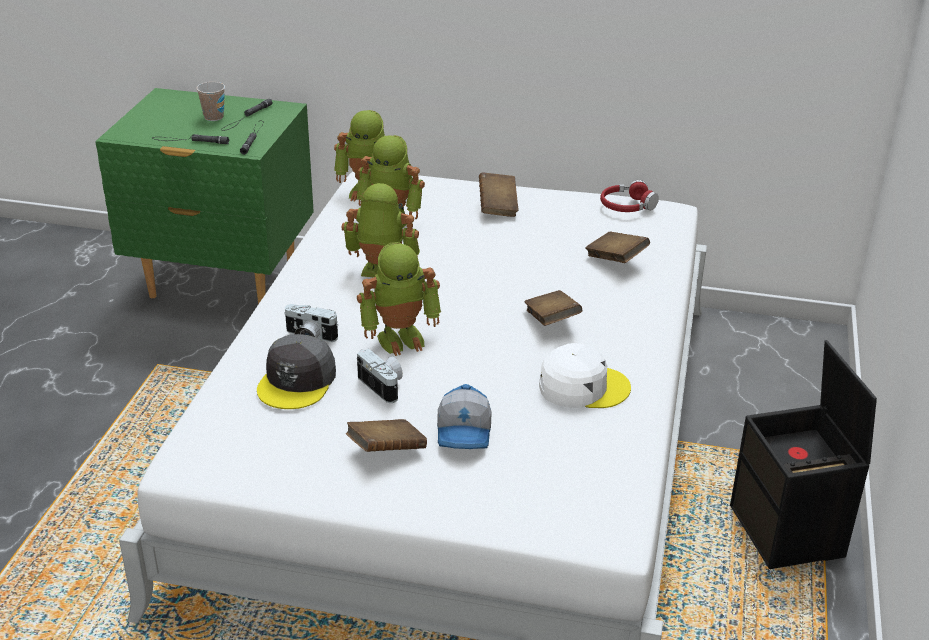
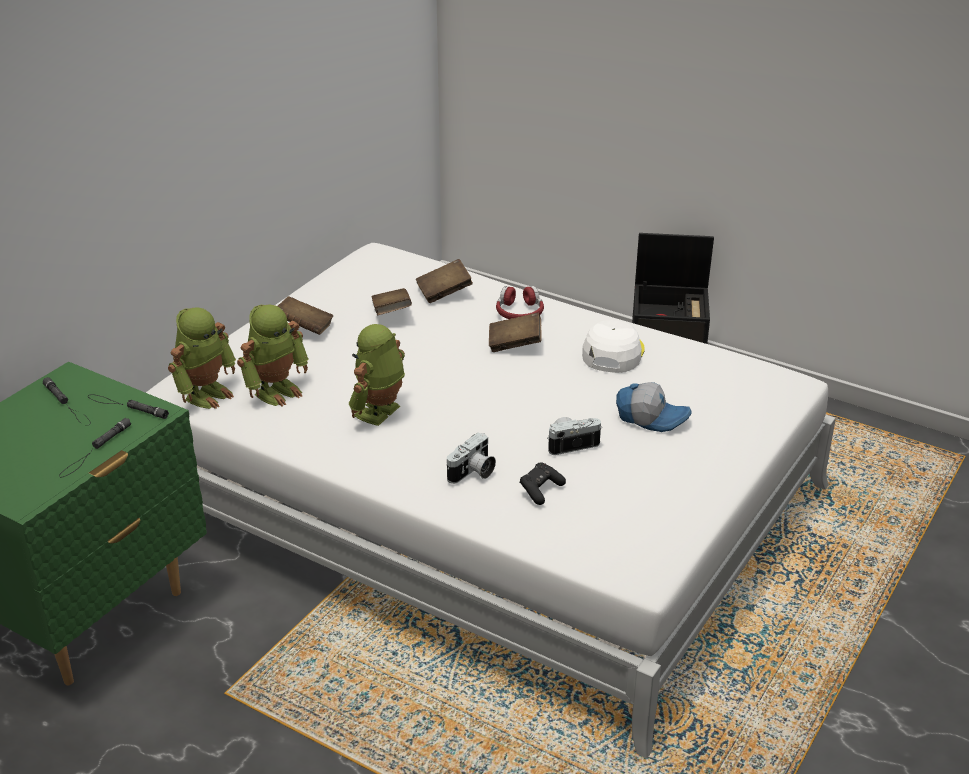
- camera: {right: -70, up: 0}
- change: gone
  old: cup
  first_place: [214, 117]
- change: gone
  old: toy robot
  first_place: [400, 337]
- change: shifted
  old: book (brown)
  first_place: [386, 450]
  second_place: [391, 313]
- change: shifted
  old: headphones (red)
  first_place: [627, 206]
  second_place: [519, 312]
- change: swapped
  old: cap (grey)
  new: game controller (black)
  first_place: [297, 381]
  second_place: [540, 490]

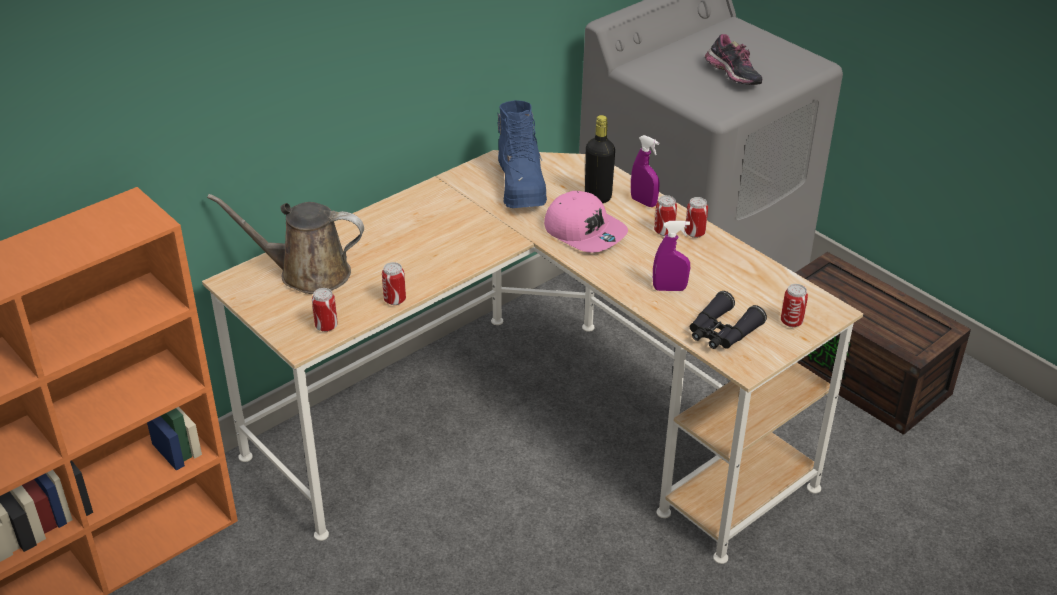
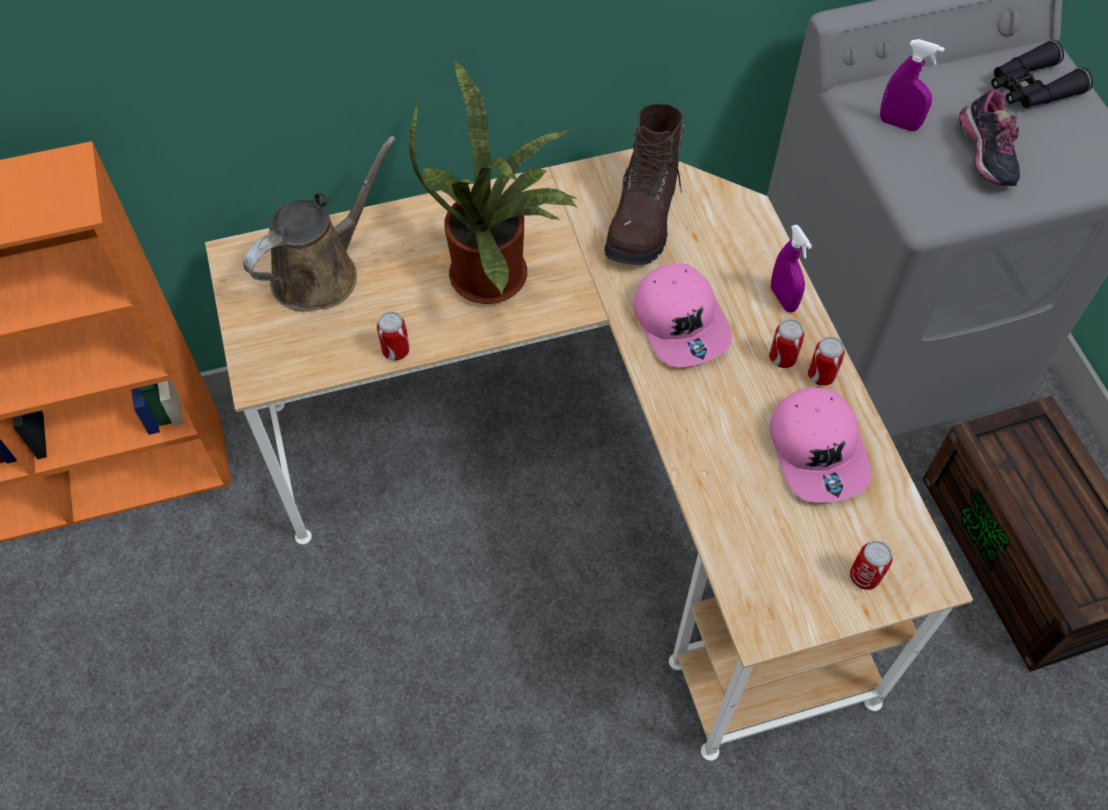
- camera: {right: 25, up: 20}
- change: gone
  old: can
  first_place: [326, 326]
- change: gone
  old: bottle (black)
  first_place: [598, 197]
- change: new
  new: potted plant
  second_place: [497, 275]
- change: new
  new: cap (pink)
  second_place: [818, 451]
- change: shifted
  old: spray bottle (purple)
  first_place: [669, 289]
  second_place: [898, 124]
- change: shifted
  old: binoculars (black)
  first_place: [722, 332]
  second_place: [1031, 88]
- change: repainted
  old: boot (blue)
  new: boot (brown)
  first_place: [521, 186]
  second_place: [644, 218]
- change: rotated
  old: watering can (brown)
  first_place: [307, 273]
  second_place: [322, 272]
  degrees: 105

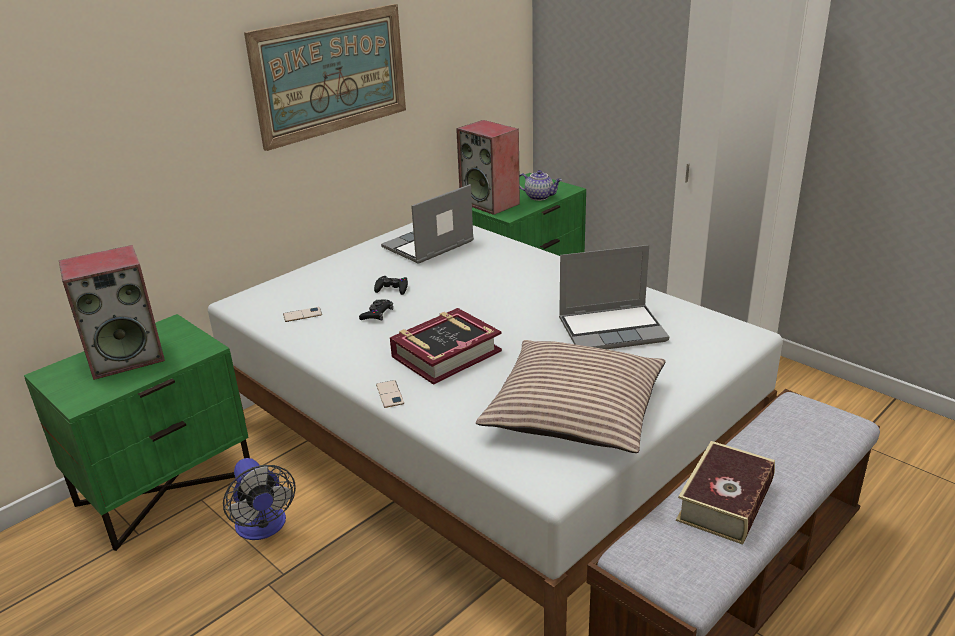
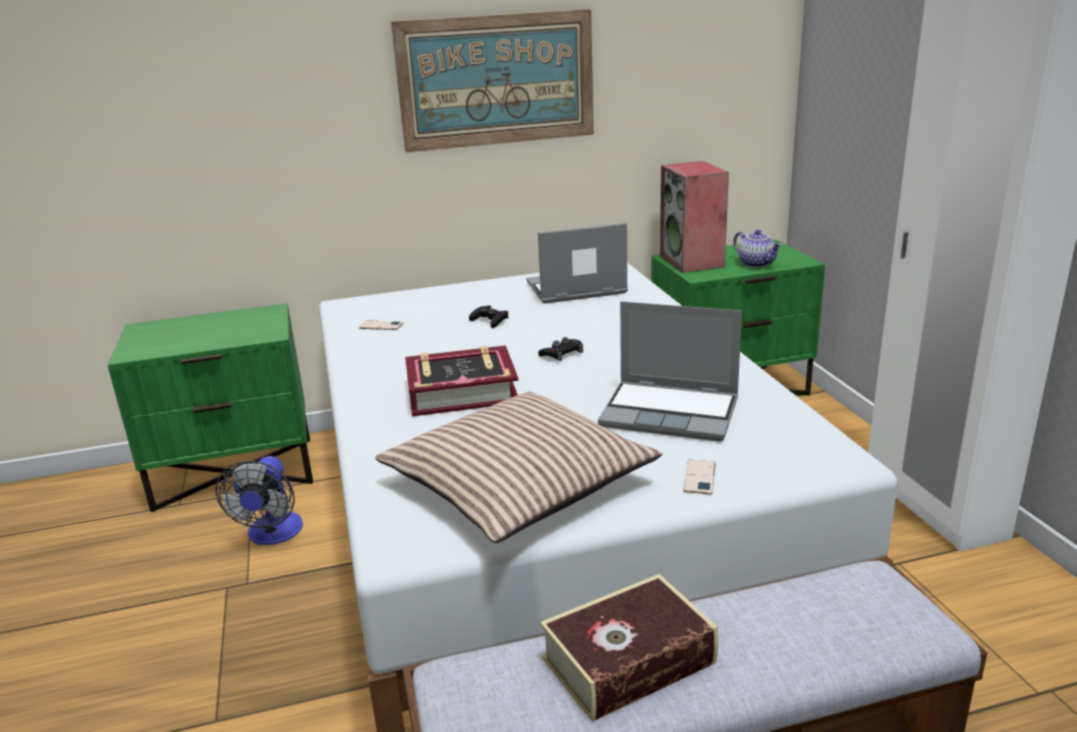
- camera: {right: 30, up: -5}
- change: gone
  old: speaker
  first_place: [127, 357]
- change: shifted
  old: game controller (black)
  first_place: [377, 314]
  second_place: [562, 354]
- change: shifted
  old: phone
  first_place: [390, 394]
  second_place: [699, 477]

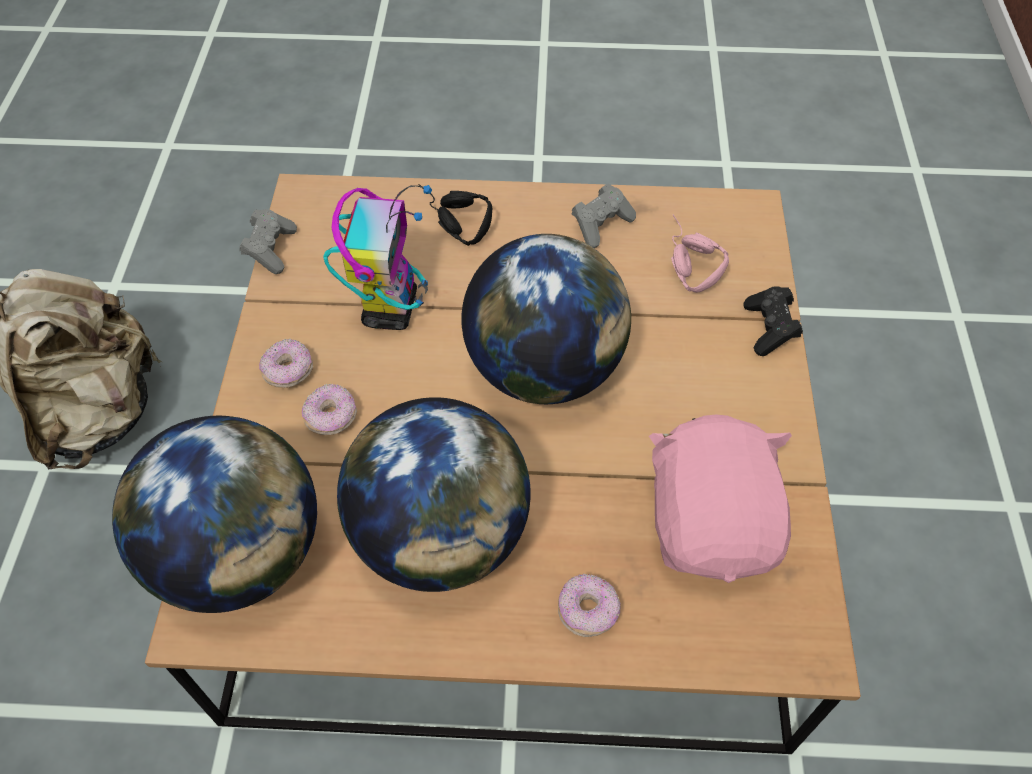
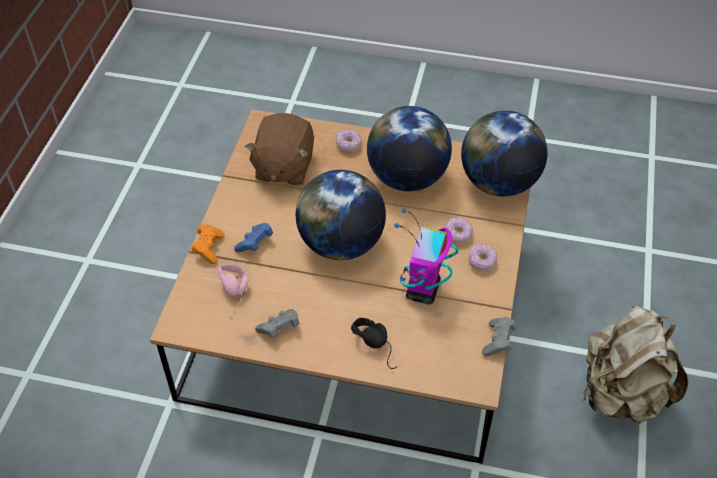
- camera: {right: -170, up: -5}
- change: new
  new: game controller (blue)
  second_place: [255, 244]
- change: repainted
  old: plush toy (pink)
  new: plush toy (brown)
  first_place: [711, 524]
  second_place: [283, 167]
- change: repainted
  old: game controller (black)
  new: game controller (orange)
  first_place: [769, 329]
  second_place: [208, 248]

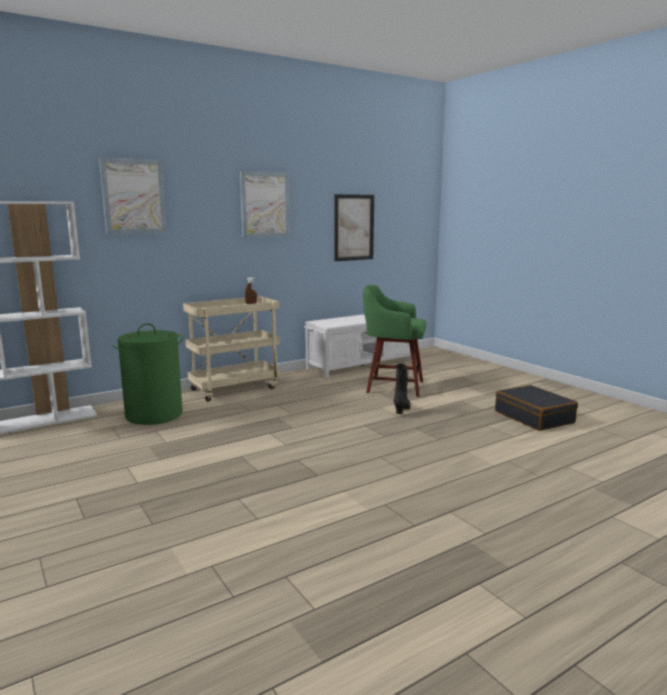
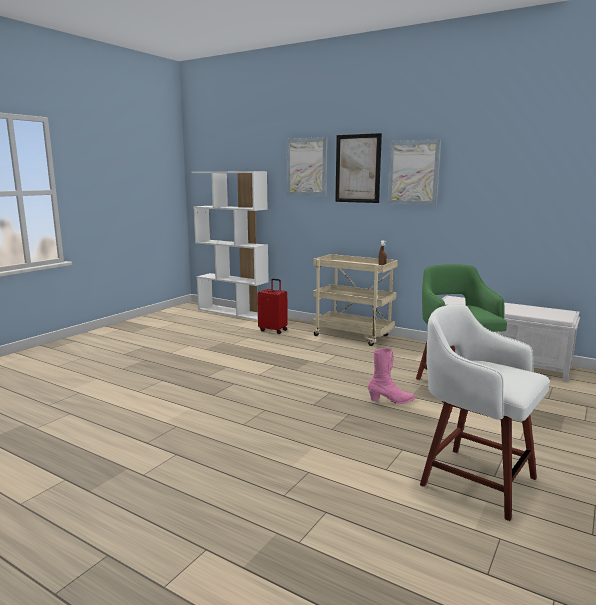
- camera: {right: 65, up: 0}
- change: shifted
  old: picture
  first_place: [354, 227]
  second_place: [358, 168]
- change: swapped
  old: laundry basket (green)
  new: suitcase (red)
  first_place: [154, 414]
  second_place: [273, 330]
- change: swapped
  old: suitcase (black)
  new: stool (white)
  first_place: [534, 417]
  second_place: [474, 479]
- change: repainted
  old: boot (black)
  new: boot (pink)
  first_place: [402, 410]
  second_place: [391, 401]

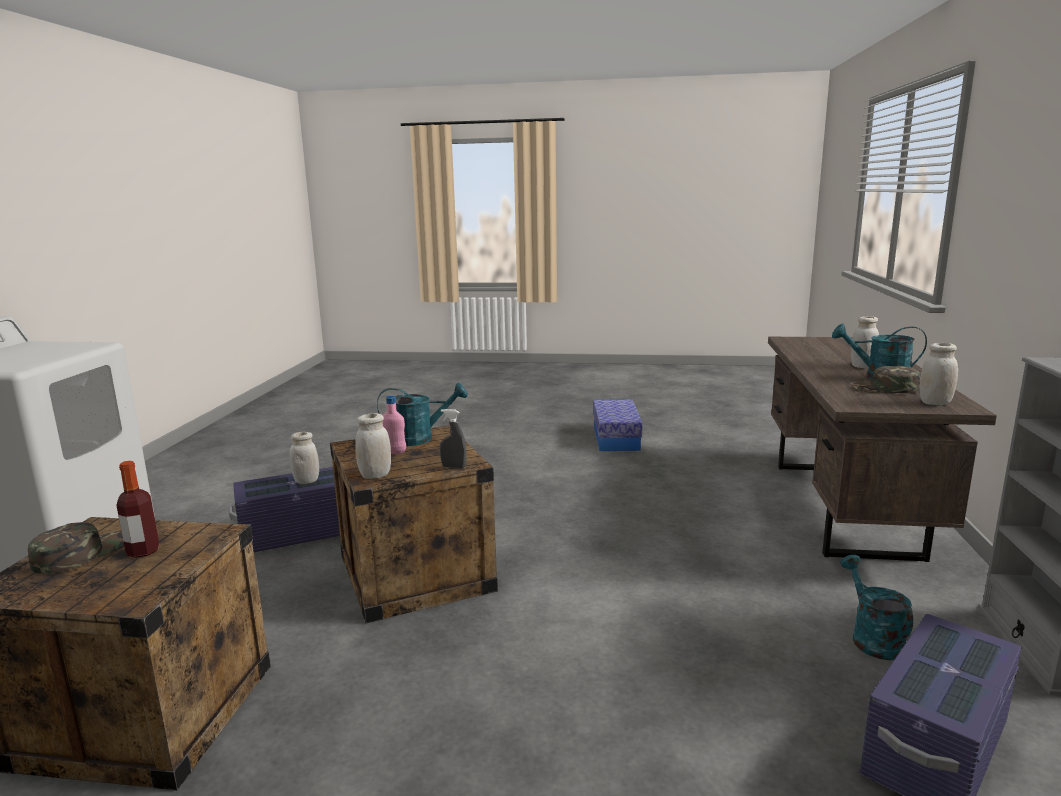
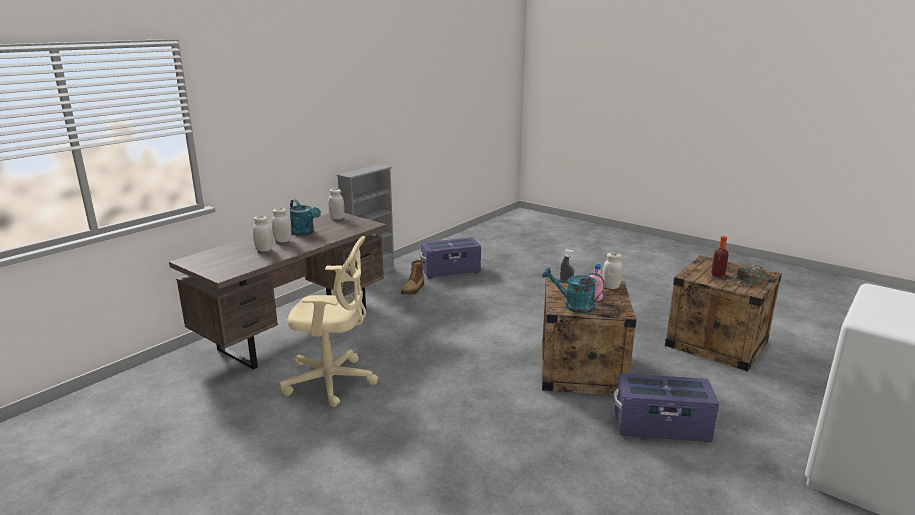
- camera: {right: -150, up: 5}
- change: gone
  old: storage box
  first_place: [616, 438]
- change: gone
  old: cap (green)
  first_place: [884, 389]
- change: new
  new: office chair (beige)
  second_place: [333, 381]
- change: shifted
  old: jar (white)
  first_place: [306, 481]
  second_place: [264, 250]
- change: swapped
  old: watering can (turquoise)
  new: boot
  first_place: [872, 638]
  second_place: [413, 290]

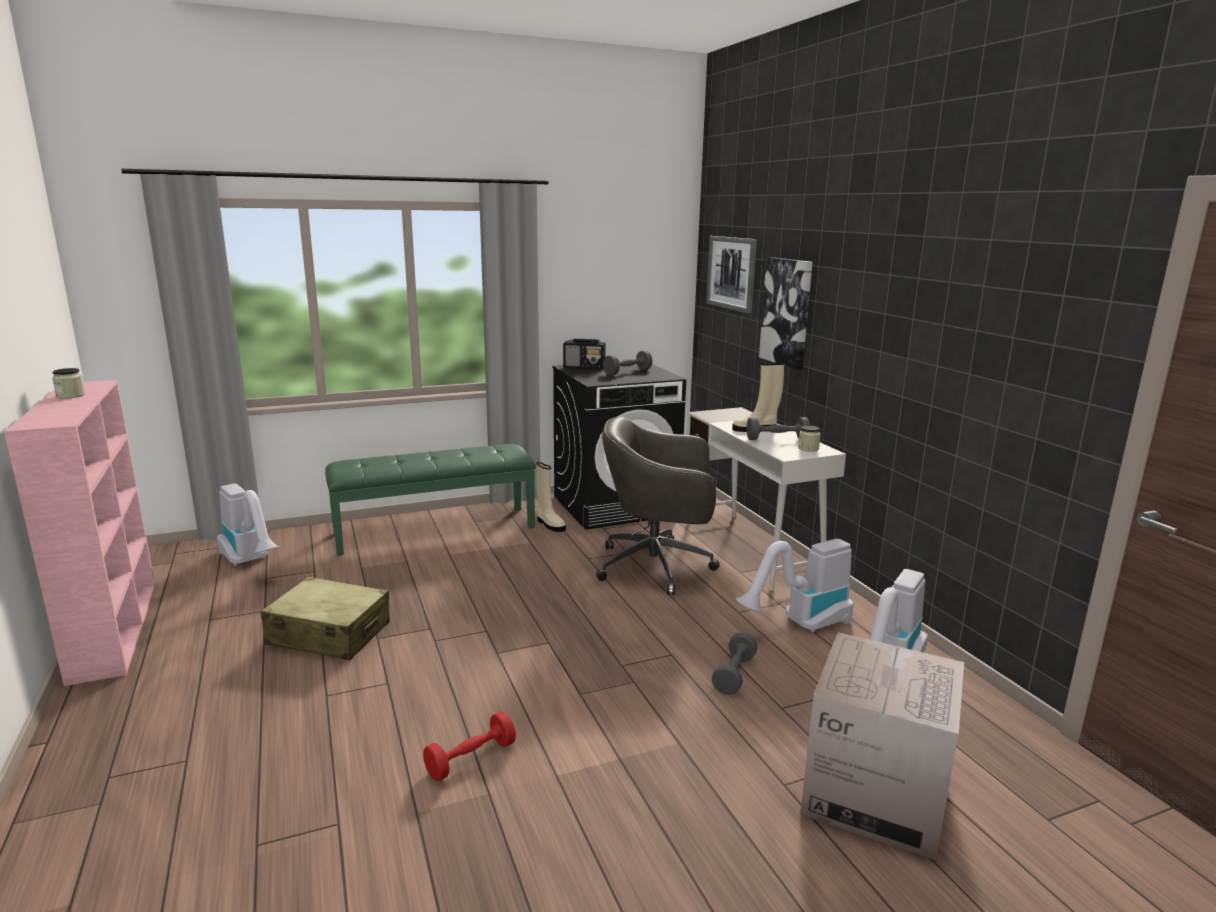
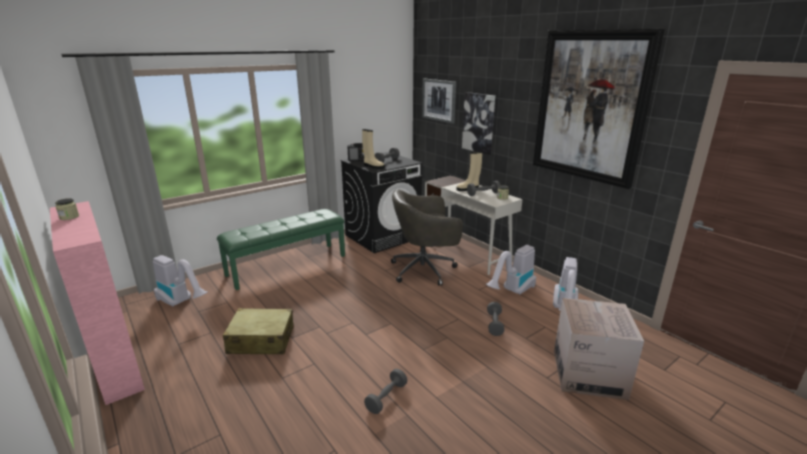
- camera: {right: -15, up: 5}
- change: new
  new: picture
  second_place: [590, 107]
- change: shifted
  old: boot (beige)
  first_place: [550, 524]
  second_place: [373, 166]
- change: repainted
  old: dumbbell (red)
  new: dumbbell (grey)
  first_place: [471, 759]
  second_place: [386, 397]

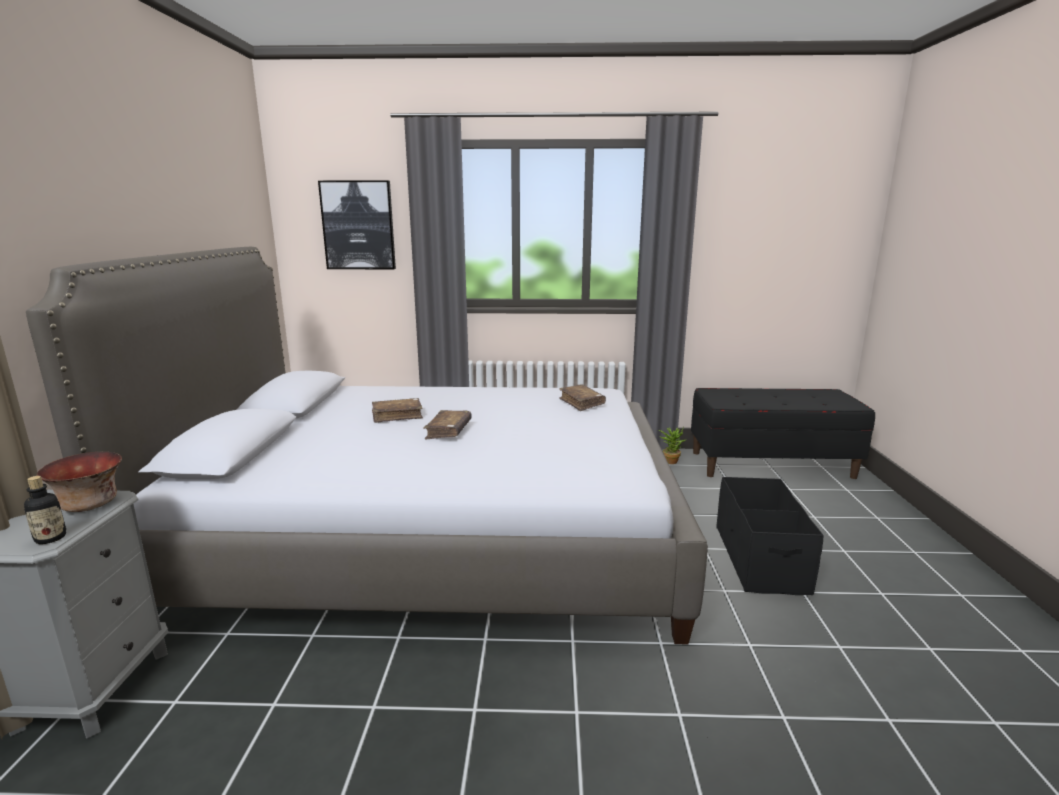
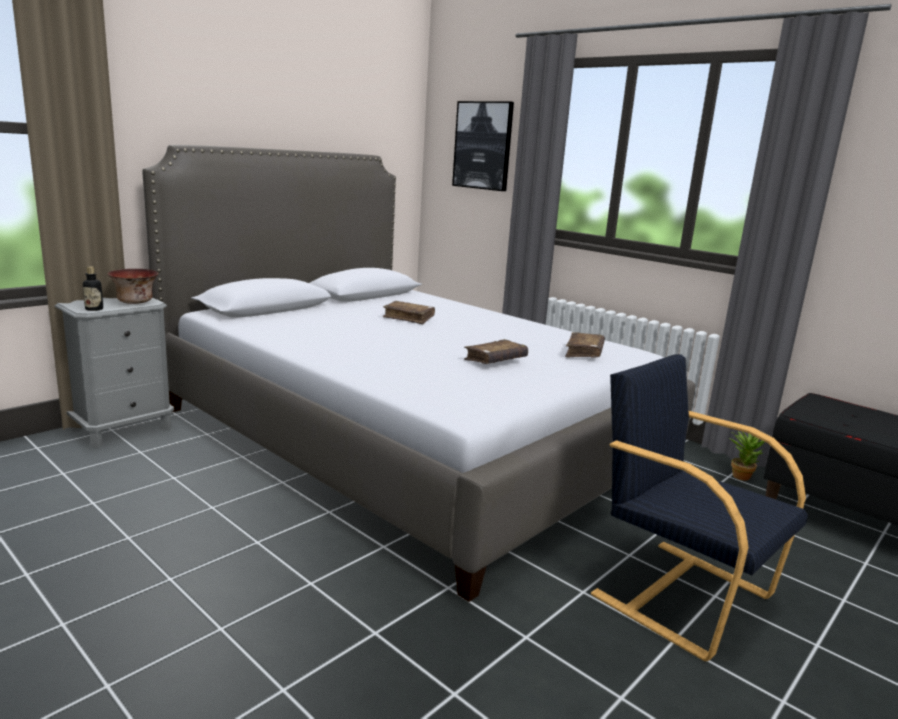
- camera: {right: 40, up: 0}
- change: shifted
  old: book (brown)
  first_place: [448, 431]
  second_place: [495, 360]
- change: swapped
  old: storage box (black)
  new: armchair (black)
  first_place: [761, 559]
  second_place: [679, 593]

